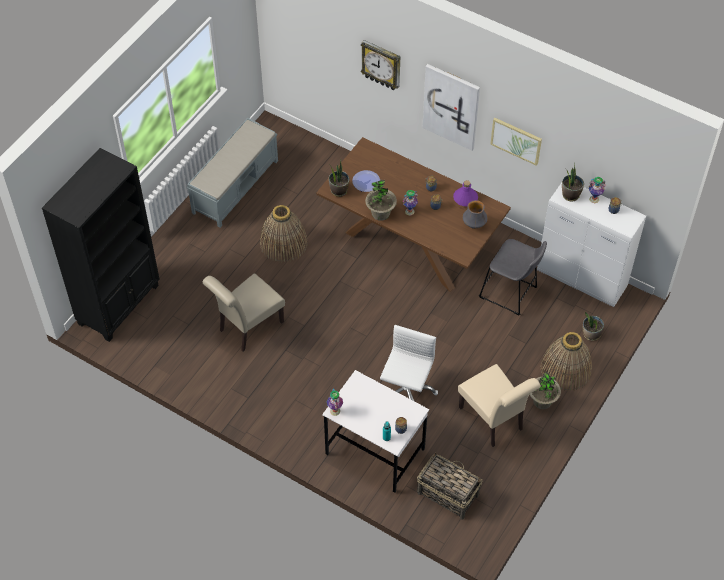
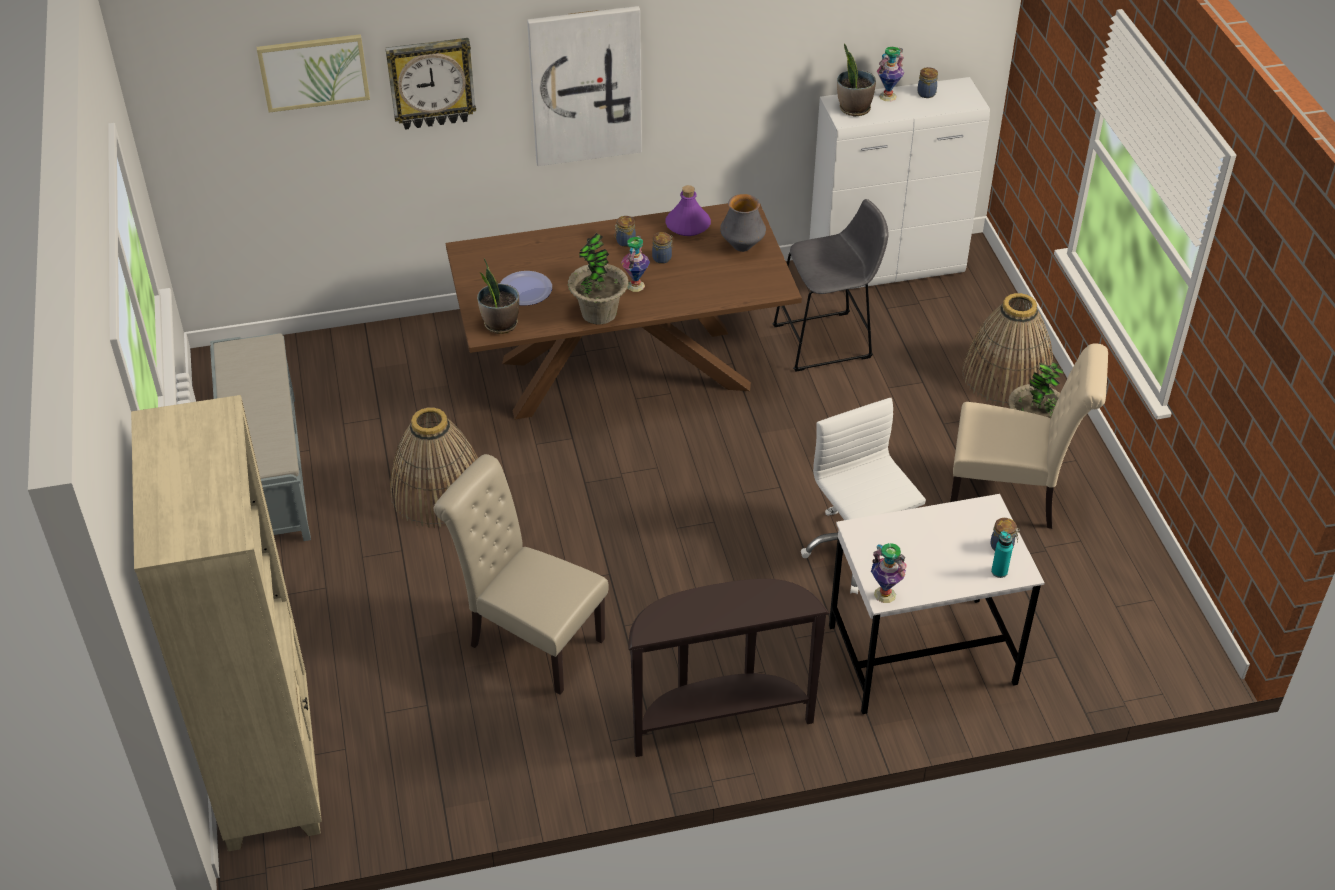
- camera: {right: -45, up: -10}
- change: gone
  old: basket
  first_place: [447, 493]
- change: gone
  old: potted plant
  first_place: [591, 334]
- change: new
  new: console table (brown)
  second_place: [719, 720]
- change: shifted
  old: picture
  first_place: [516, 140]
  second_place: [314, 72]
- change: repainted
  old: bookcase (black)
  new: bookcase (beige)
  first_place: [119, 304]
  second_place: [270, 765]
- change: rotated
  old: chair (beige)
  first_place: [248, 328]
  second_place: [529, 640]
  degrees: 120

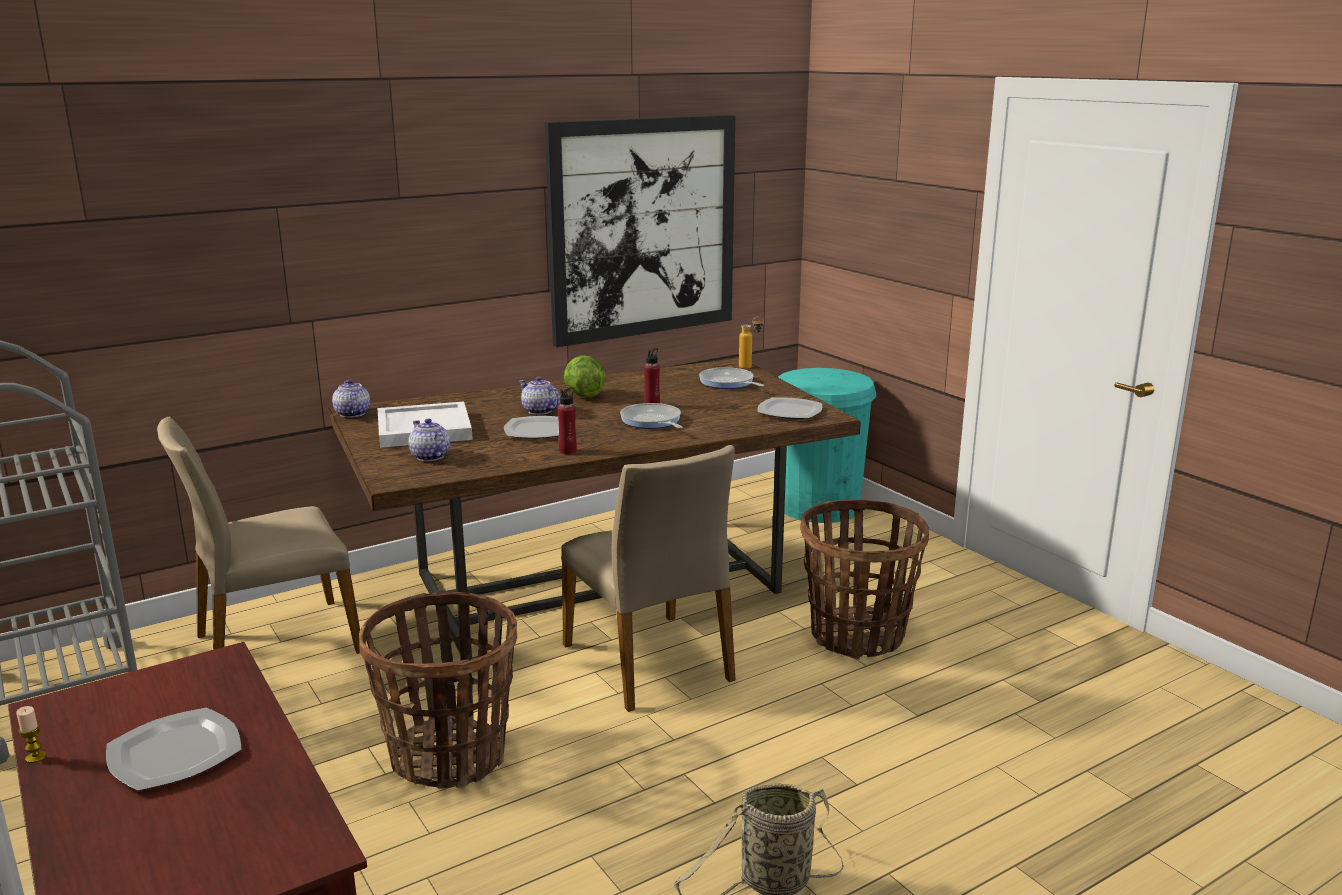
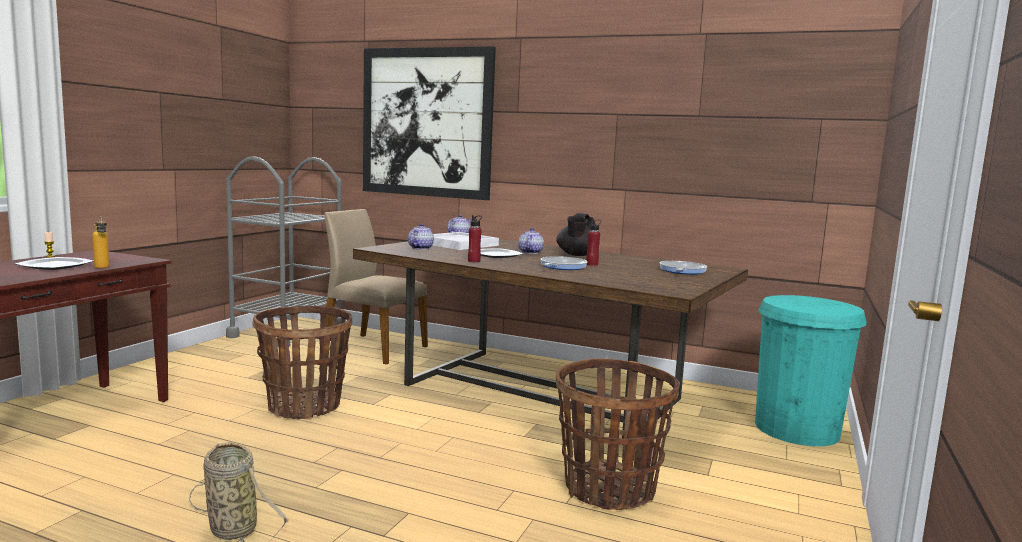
- camera: {right: 55, up: -10}
- change: gone
  old: chair (beige)
  first_place: [650, 662]
- change: gone
  old: plate
  first_place: [790, 411]
- change: shifted
  old: picture
  first_place: [643, 228]
  second_place: [427, 123]
- change: shifted
  old: bottle
  first_place: [750, 367]
  second_place: [102, 268]
- change: swapped
  old: lettuce
  new: teapot (black)
  first_place: [583, 395]
  second_place: [576, 255]

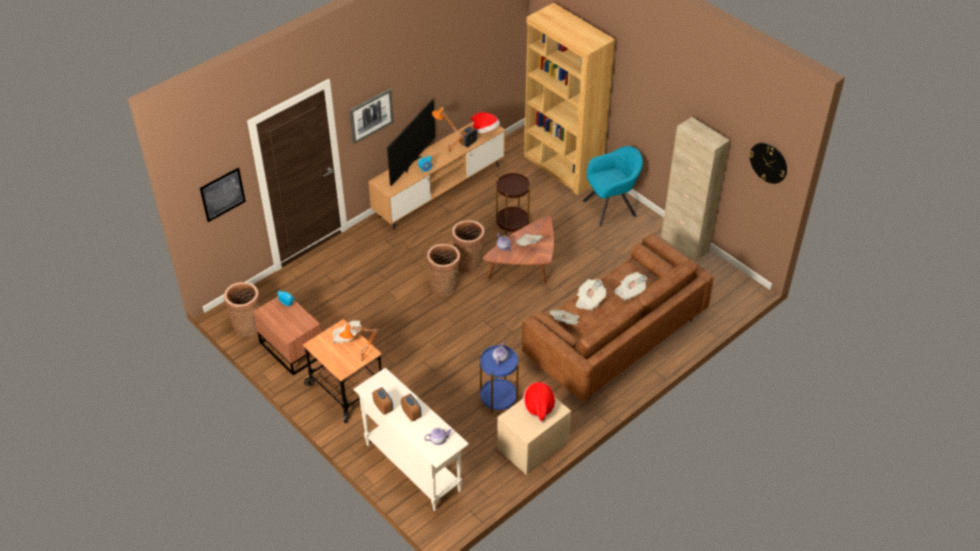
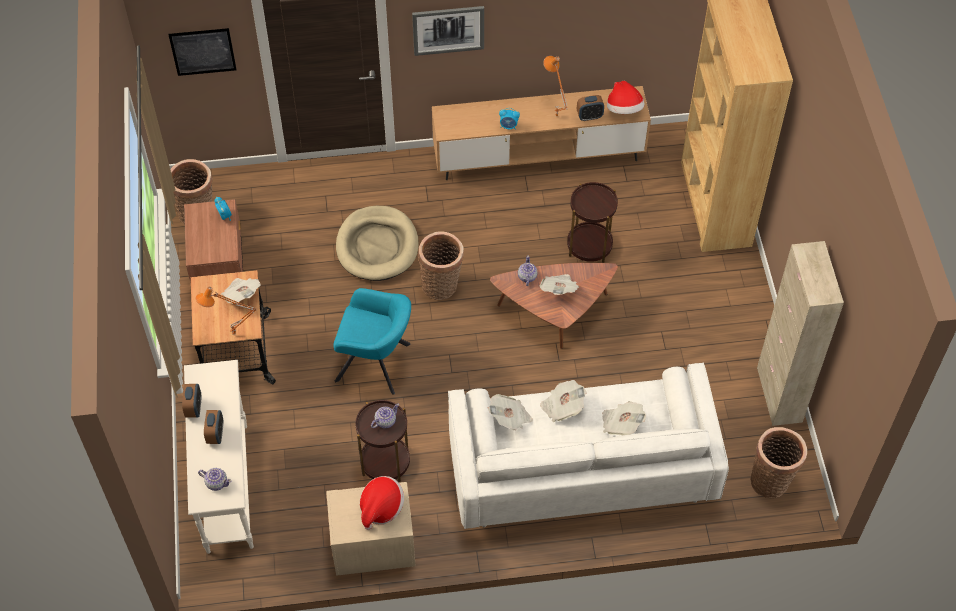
- camera: {right: 35, up: 10}
- change: gone
  old: television
  first_place: [411, 163]
- change: gone
  old: wall clock
  first_place: [768, 162]
- change: new
  new: dog bed (beige)
  second_place: [377, 246]
- change: shifted
  old: basket
  first_place: [468, 262]
  second_place: [771, 480]
- change: shifted
  old: armchair (turquoise)
  first_place: [611, 207]
  second_place: [376, 363]
- change: repainted
  old: side table (blue)
  new: side table (brown)
  first_place: [498, 398]
  second_place: [385, 462]
- change: repainted
  old: sofa (brown)
  new: sofa (white)
  first_place: [615, 338]
  second_place: [581, 468]

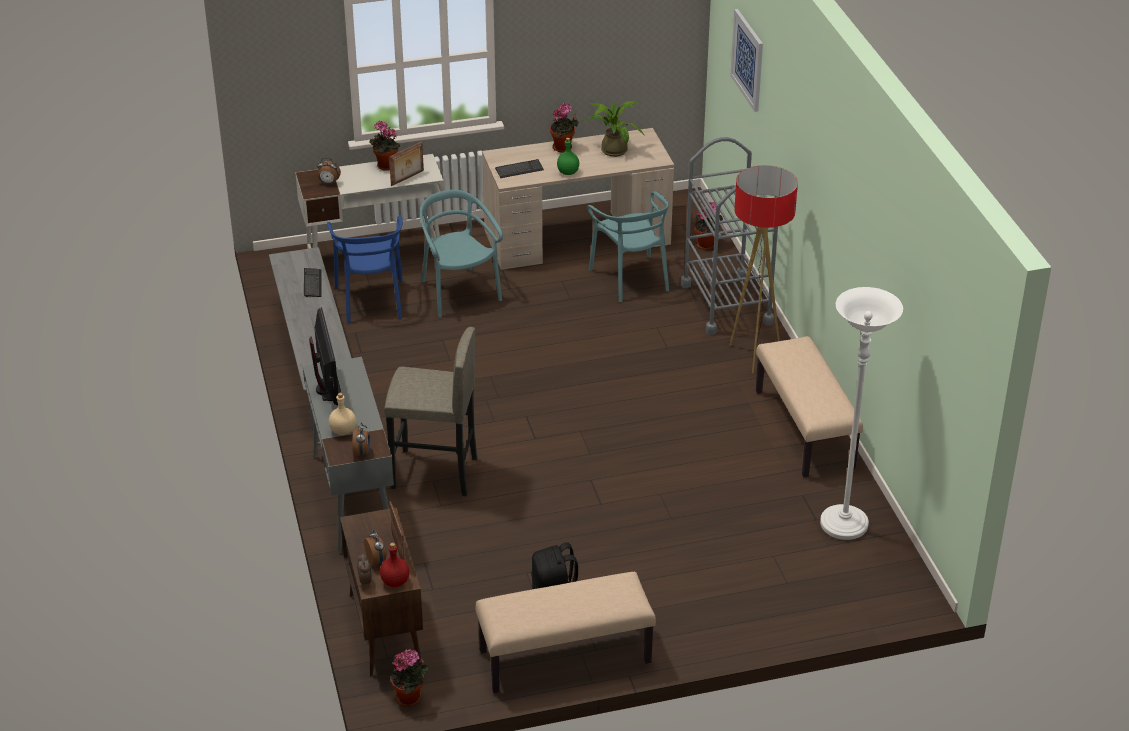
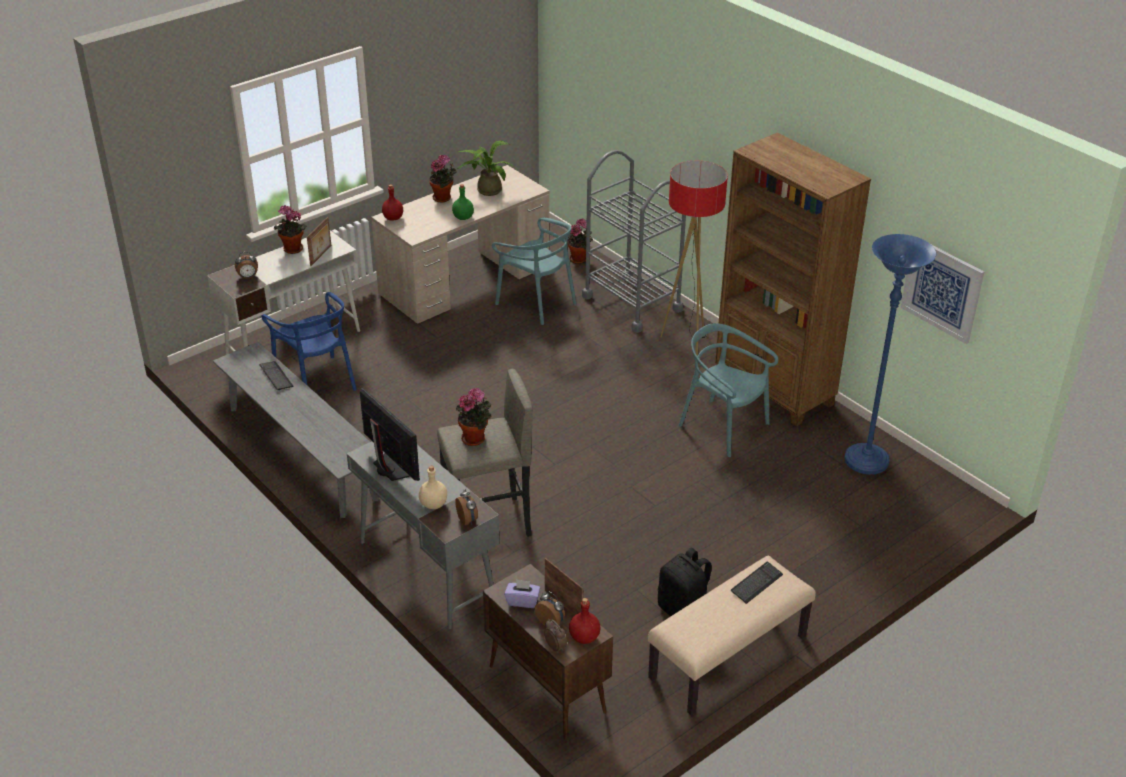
- camera: {right: -25, up: 0}
- change: new
  new: bottle (red)
  second_place: [392, 218]
- change: new
  new: tissue box (purple)
  second_place: [522, 601]
- change: shifted
  old: potted plant
  first_place: [410, 698]
  second_place: [475, 438]
- change: shifted
  old: chair (turquoise)
  first_place: [459, 292]
  second_place: [723, 427]
- change: shifted
  old: keyboard
  first_place: [519, 170]
  second_place: [756, 583]
- change: shifted
  old: picture
  first_place: [748, 59]
  second_place: [942, 289]
- change: swapped
  old: bench (beige)
  new: bookcase (brown)
  first_place: [805, 429]
  second_place: [774, 390]
- change: repainted
  old: floor lamp (white)
  new: floor lamp (blue)
  first_place: [844, 525]
  second_place: [866, 461]

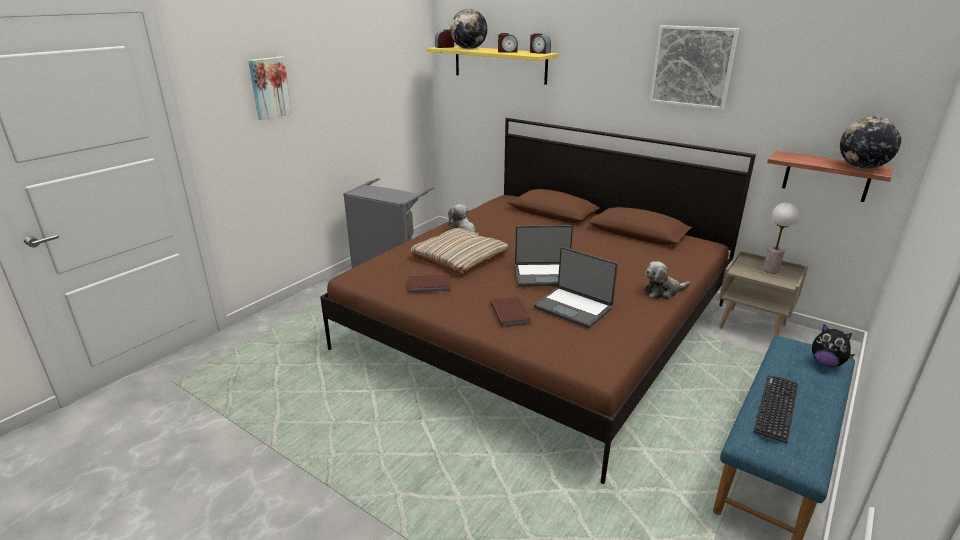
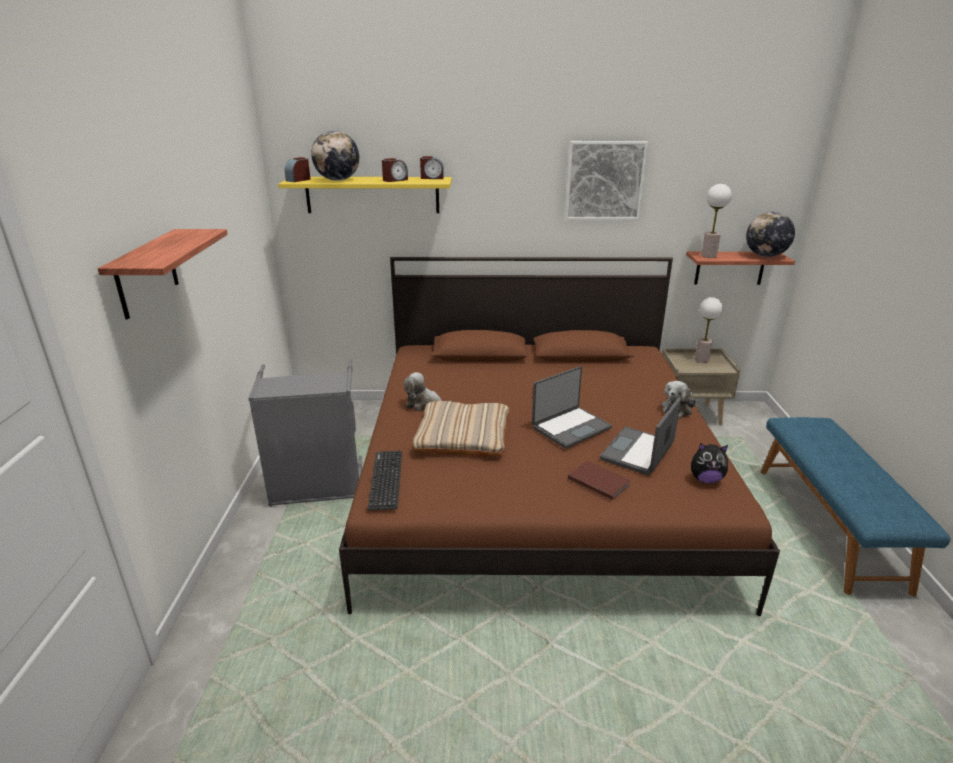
- camera: {right: -35, up: 0}
- change: gone
  old: book (brown)
  first_place: [430, 285]
- change: new
  new: table lamp
  second_place: [709, 256]
- change: shifted
  old: keyboard
  first_place: [776, 407]
  second_place: [386, 480]
- change: shifted
  old: plush toy
  first_place: [826, 362]
  second_place: [705, 479]
- change: swapped
  old: picture
  new: shelf
  first_place: [269, 88]
  second_place: [146, 273]
- change: rotated
  old: laptop
  first_place: [573, 307]
  second_place: [638, 452]
  degrees: 120

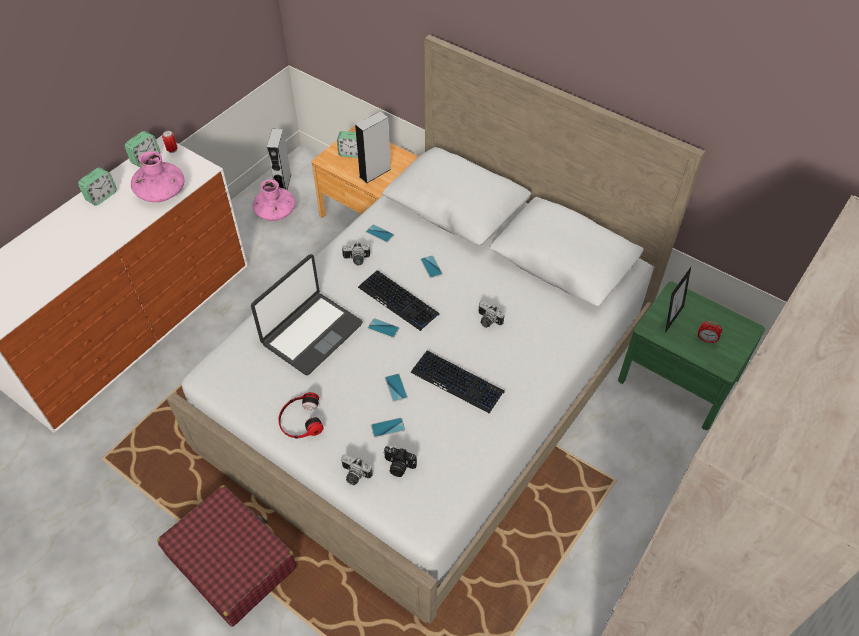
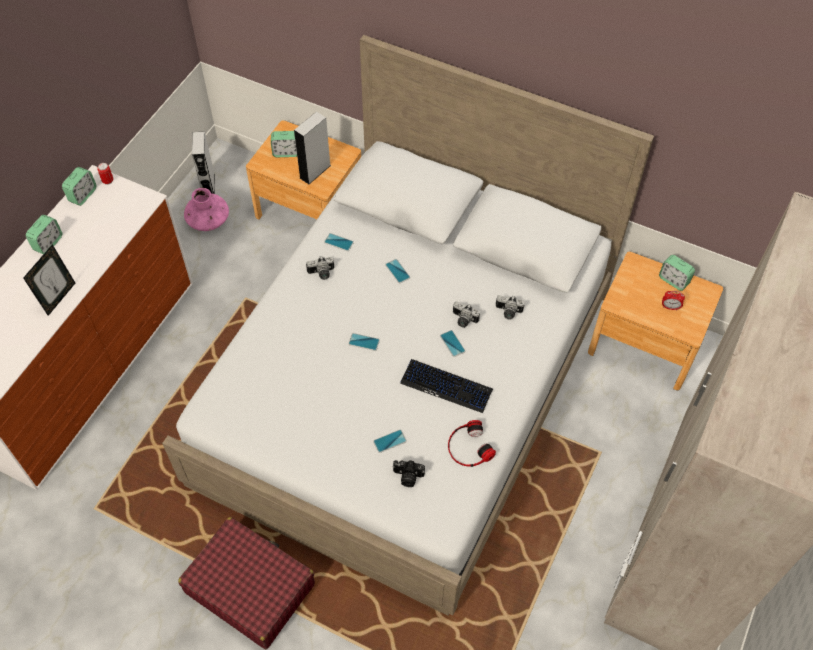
- camera: {right: -10, up: 5}
- change: gone
  old: vase (pink)
  first_place: [161, 192]
- change: gone
  old: laptop
  first_place: [311, 333]
- change: gone
  old: keyboard
  first_place: [398, 301]
- change: new
  new: alarm clock
  second_place: [673, 280]
- change: shifted
  old: headphones
  first_place: [300, 420]
  second_place: [469, 447]
- change: shifted
  old: photo camera
  first_place: [354, 475]
  second_place: [508, 312]
- change: shifted
  old: phone
  first_place: [396, 388]
  second_place: [452, 343]
- change: shifted
  old: picture frame
  first_place: [671, 317]
  second_place: [58, 298]
- change: repainted
  old: nightstand (green)
  new: nightstand (brown)
  first_place: [678, 379]
  second_place: [645, 343]

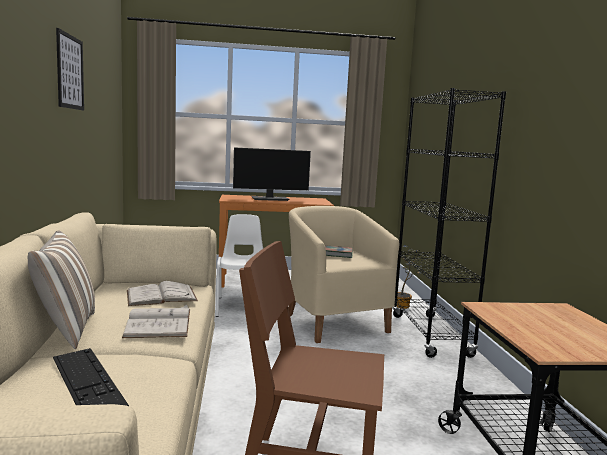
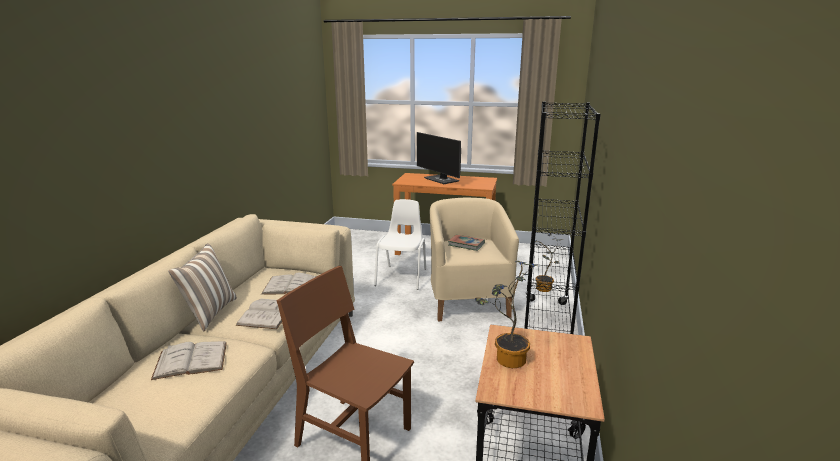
- camera: {right: 20, up: 10}
- change: gone
  old: picture
  first_place: [70, 72]
- change: new
  new: potted plant
  second_place: [506, 360]
- change: swapped
  old: keyboard
  new: book (white)
  first_place: [87, 381]
  second_place: [191, 360]
- change: rotated
  old: monitor
  first_place: [270, 199]
  second_place: [442, 180]
  degrees: 45

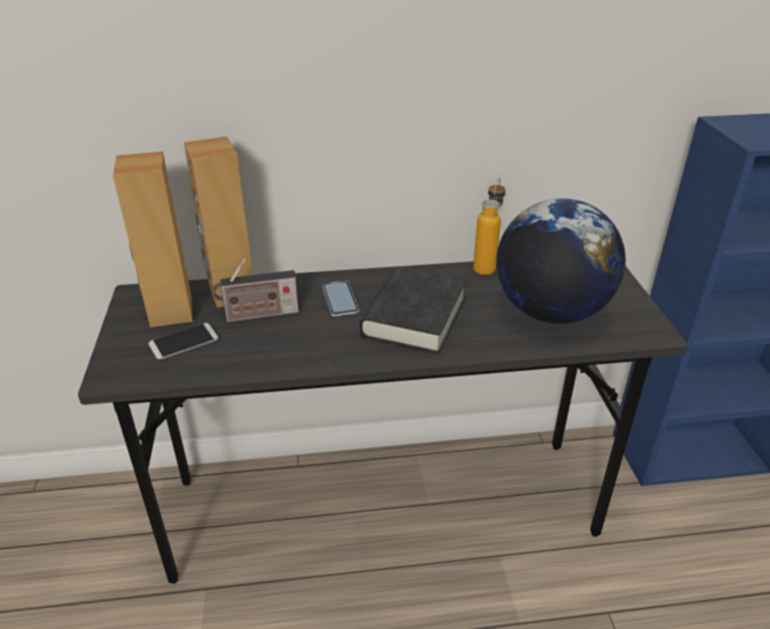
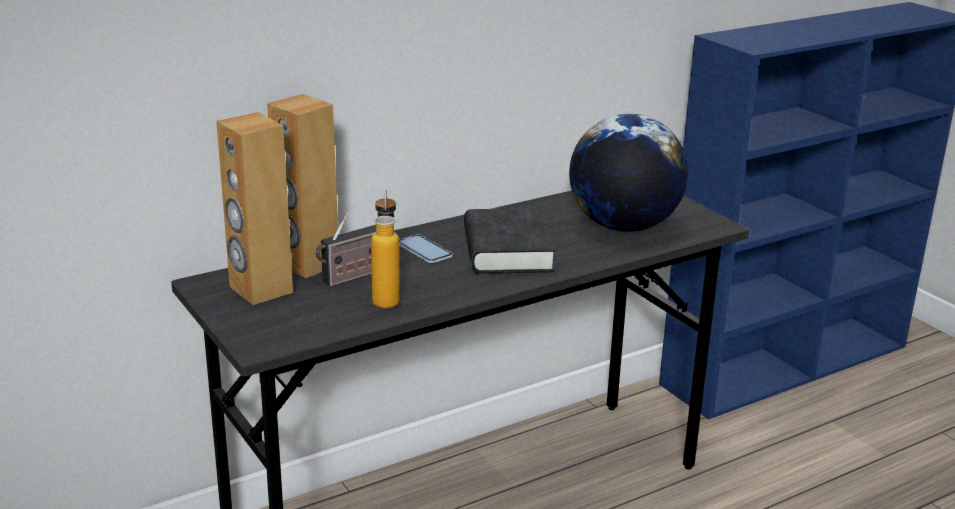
- camera: {right: -25, up: -10}
- change: gone
  old: phone
  first_place: [183, 342]
- change: shifted
  old: bottle
  first_place: [486, 265]
  second_place: [386, 297]

